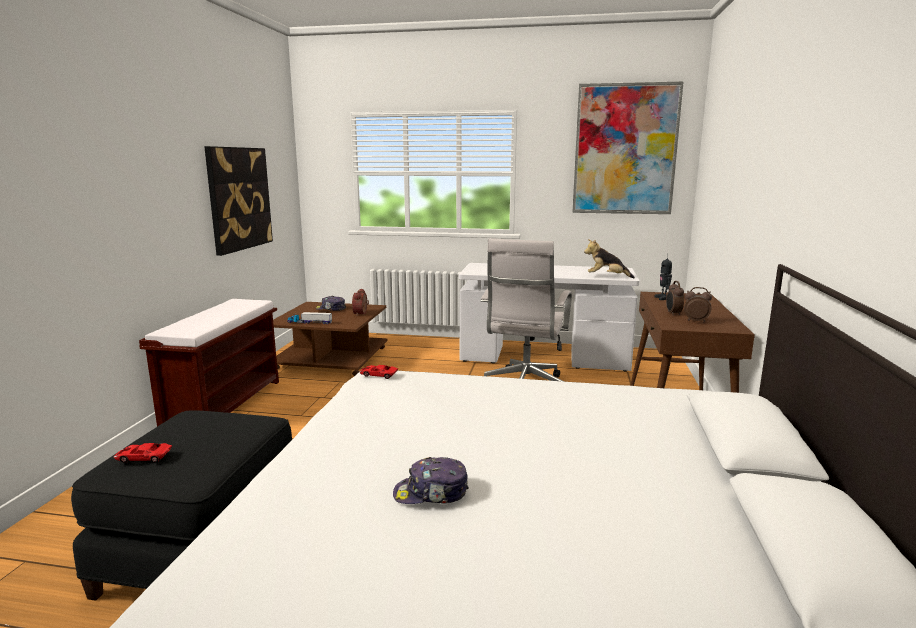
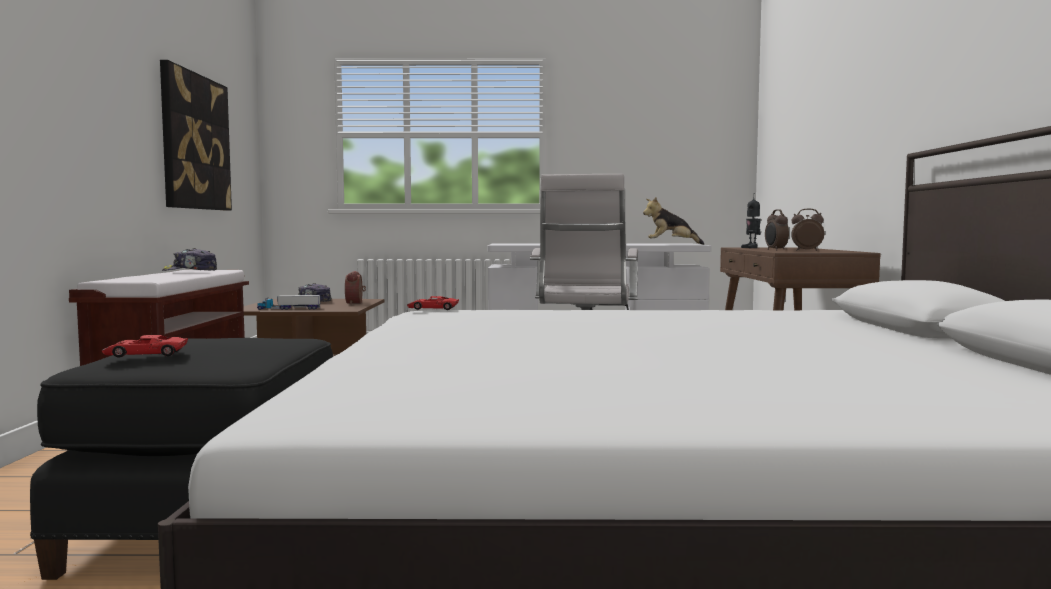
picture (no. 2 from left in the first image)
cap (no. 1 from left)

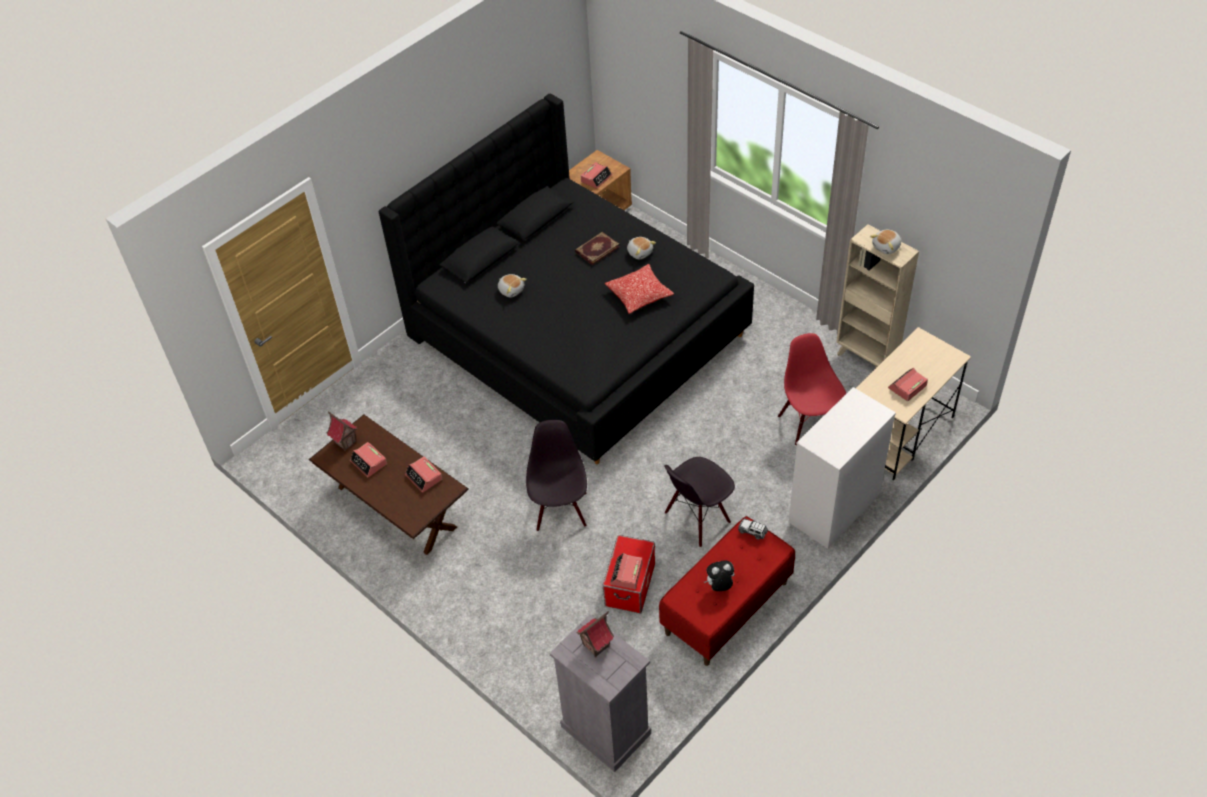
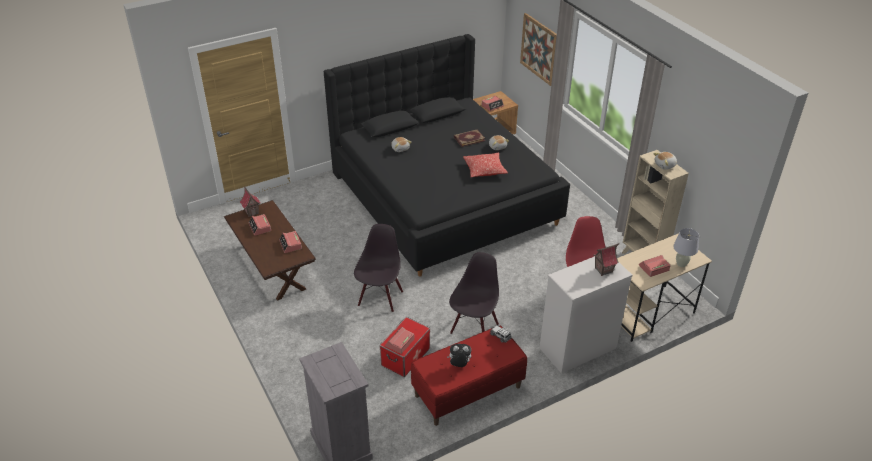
picture
white table lamp
toy house (no. 2 from left)
black chair (no. 2 from left)

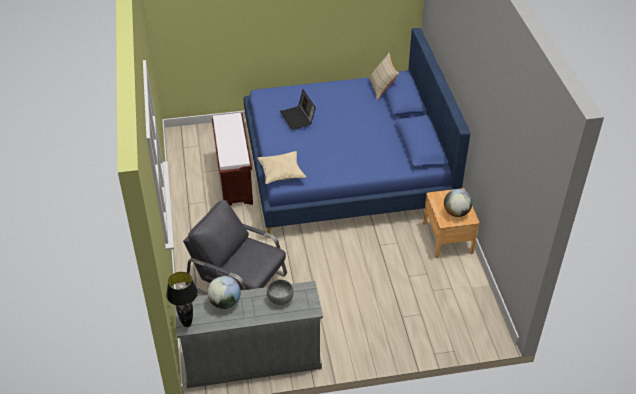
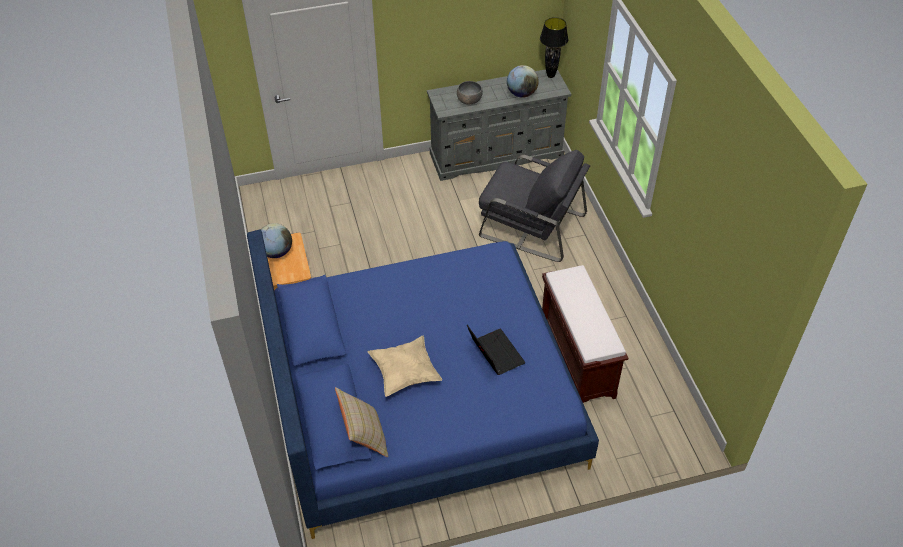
beige pillow (no. 2 from left)

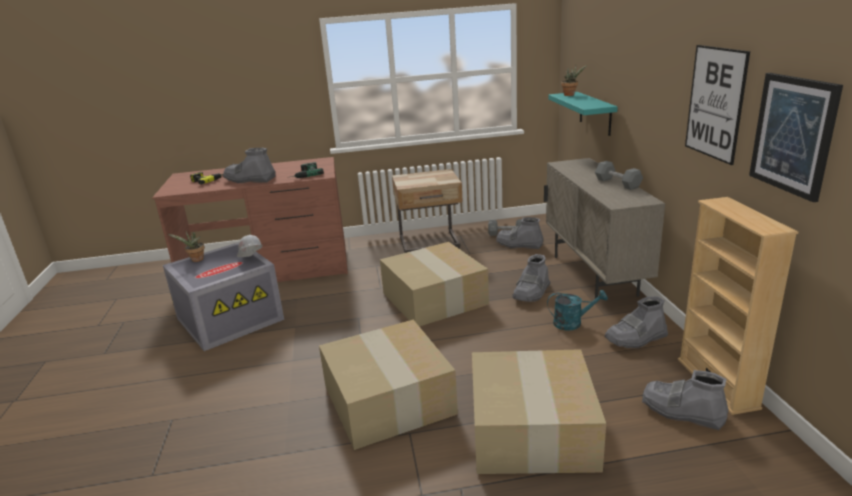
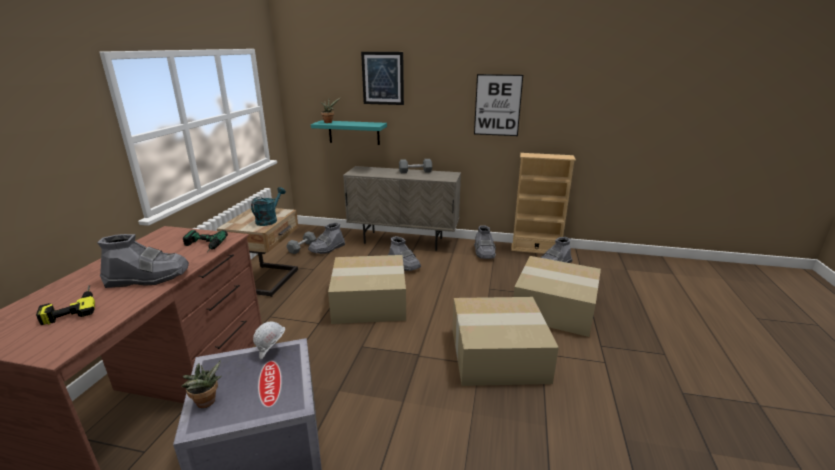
turquoise watering can
picture (no. 1 from left)
grey boot (no. 1 from left)

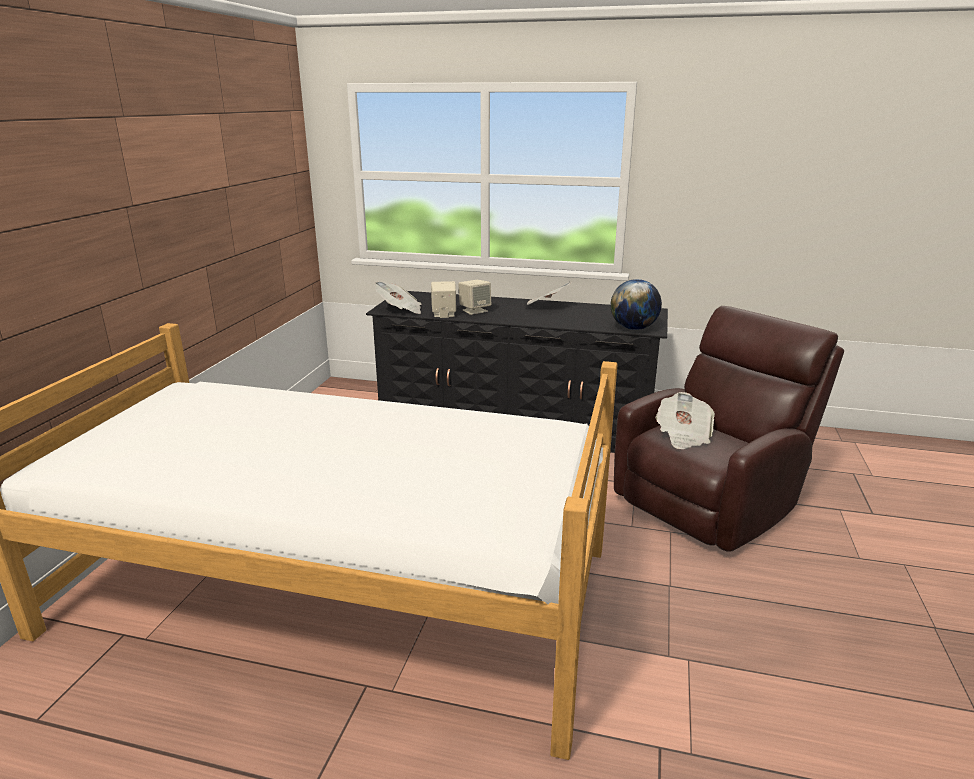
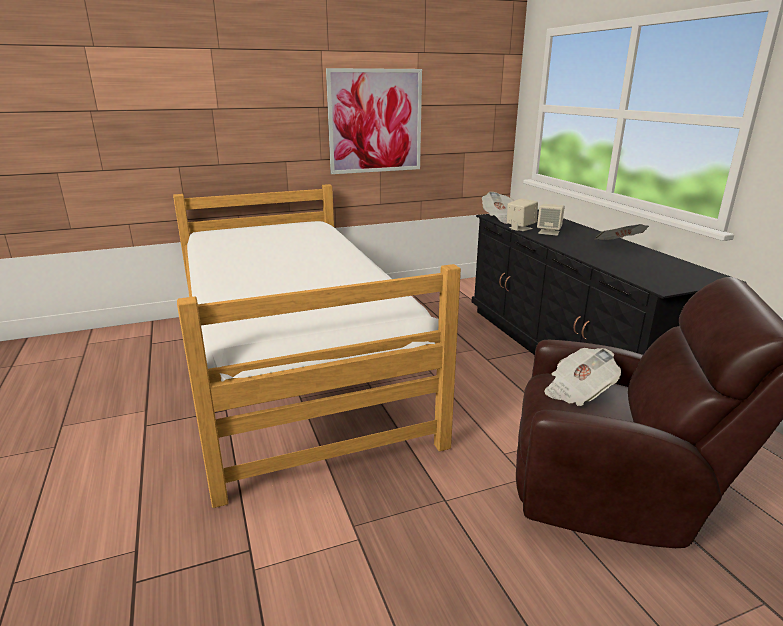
globe
picture

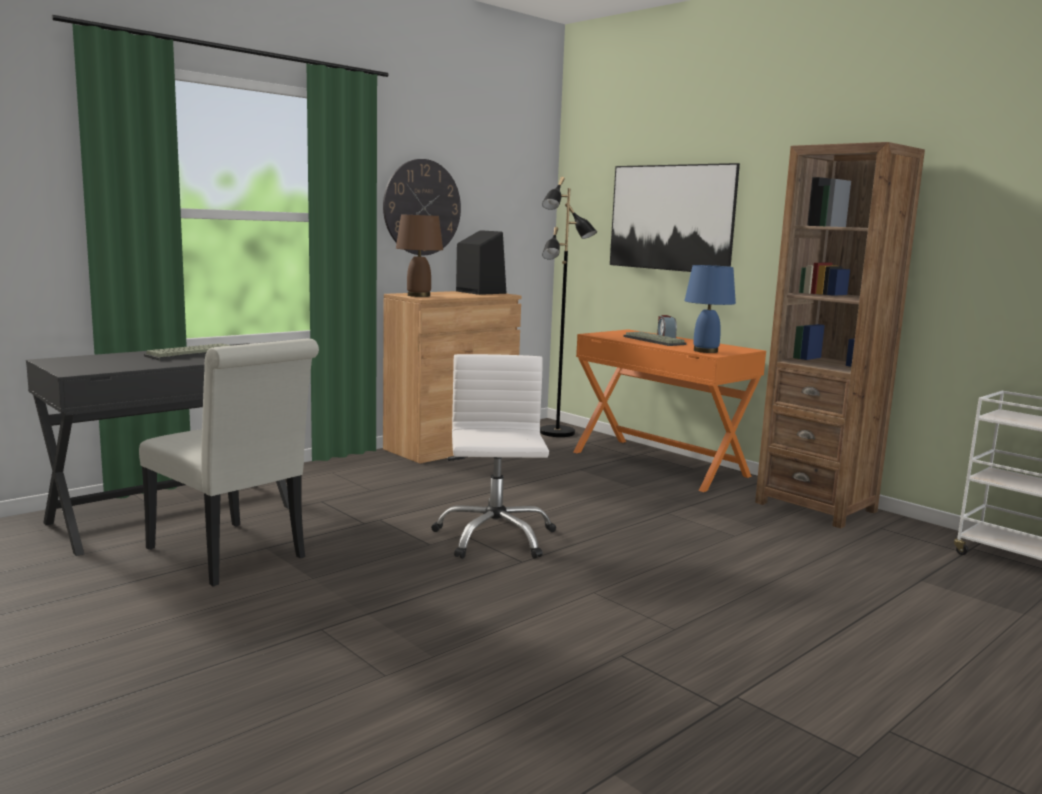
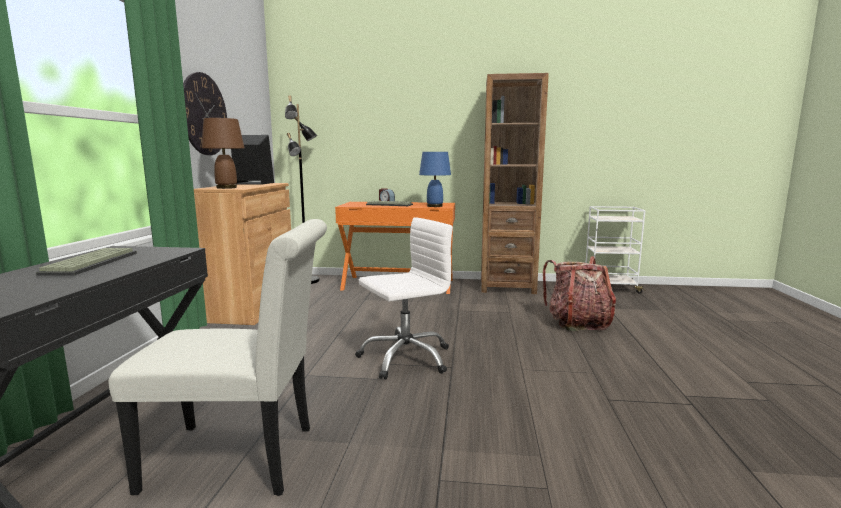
picture
backpack
white office chair

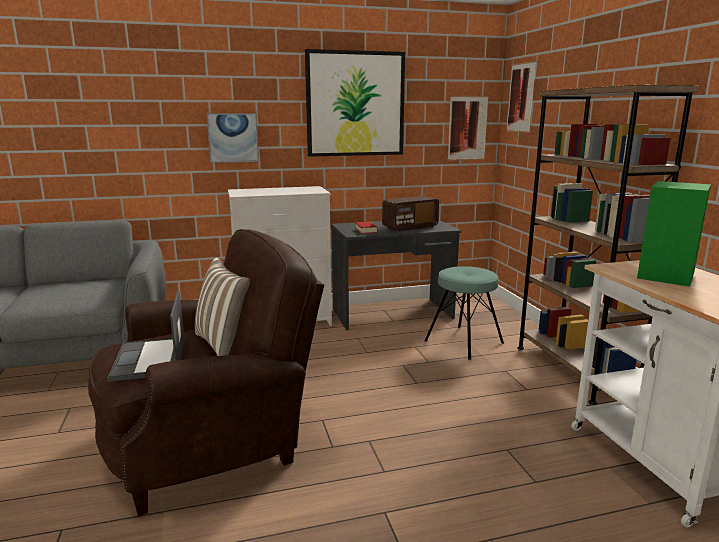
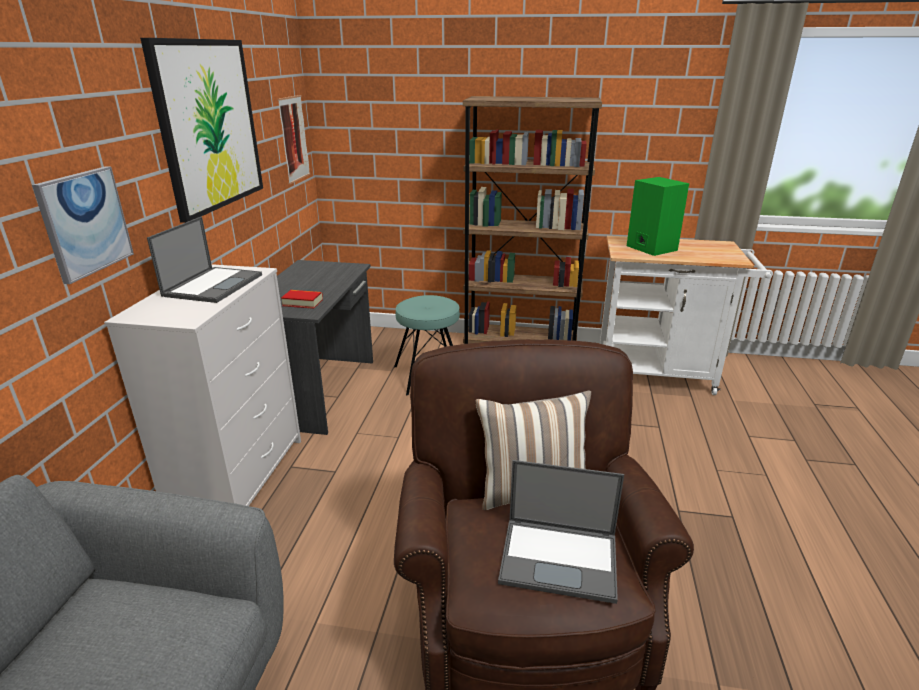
radio
picture (no. 4 from left in the first image)
laptop (no. 1 from left)

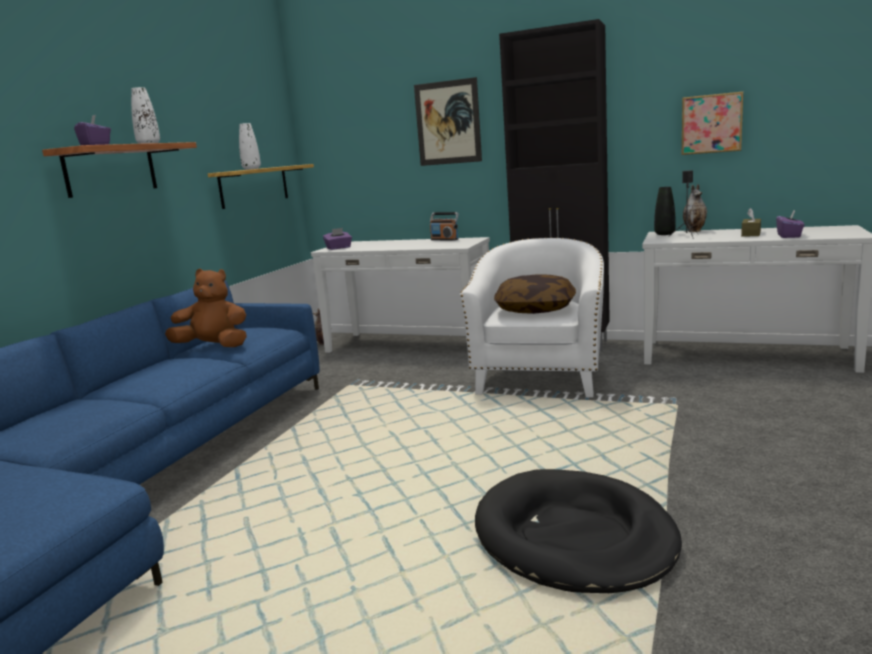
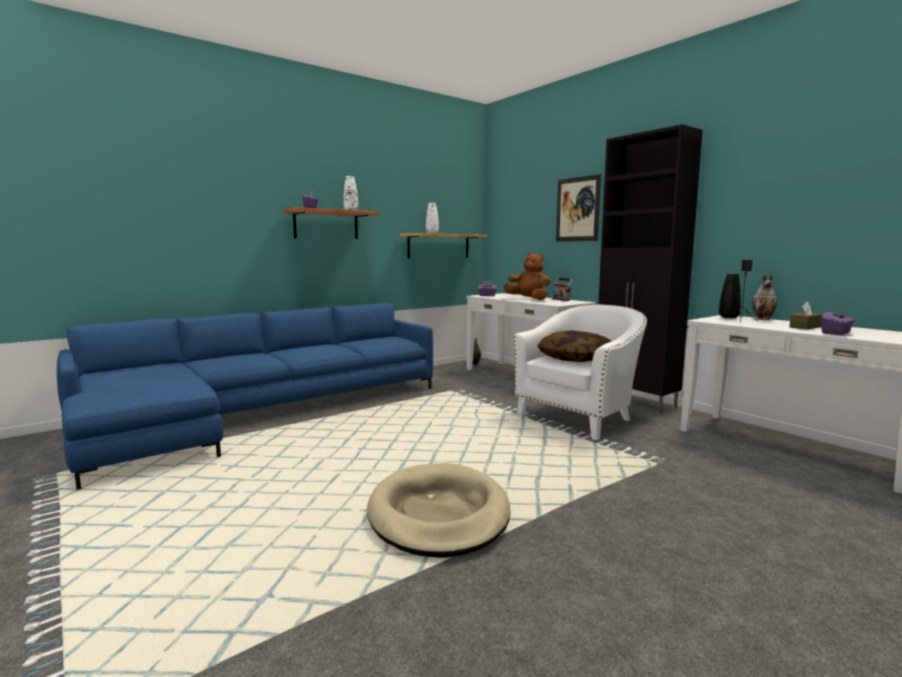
picture (no. 2 from left in the first image)
brown plush toy
beige dog bed

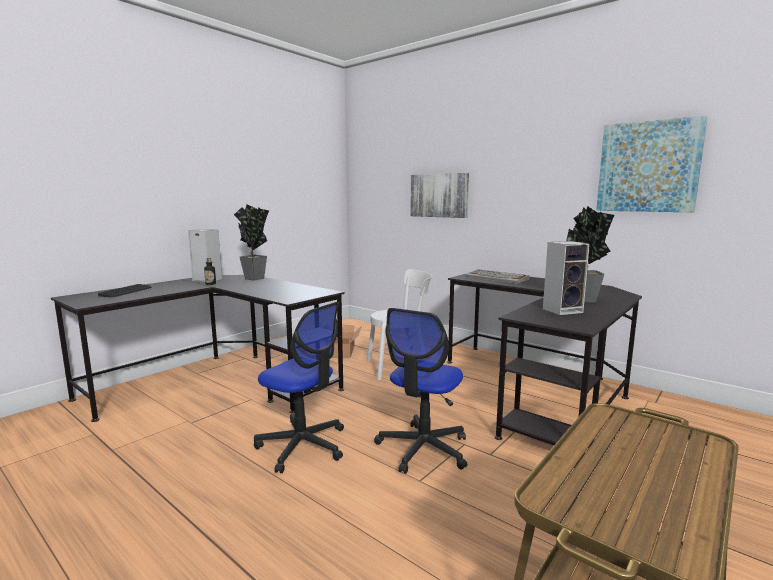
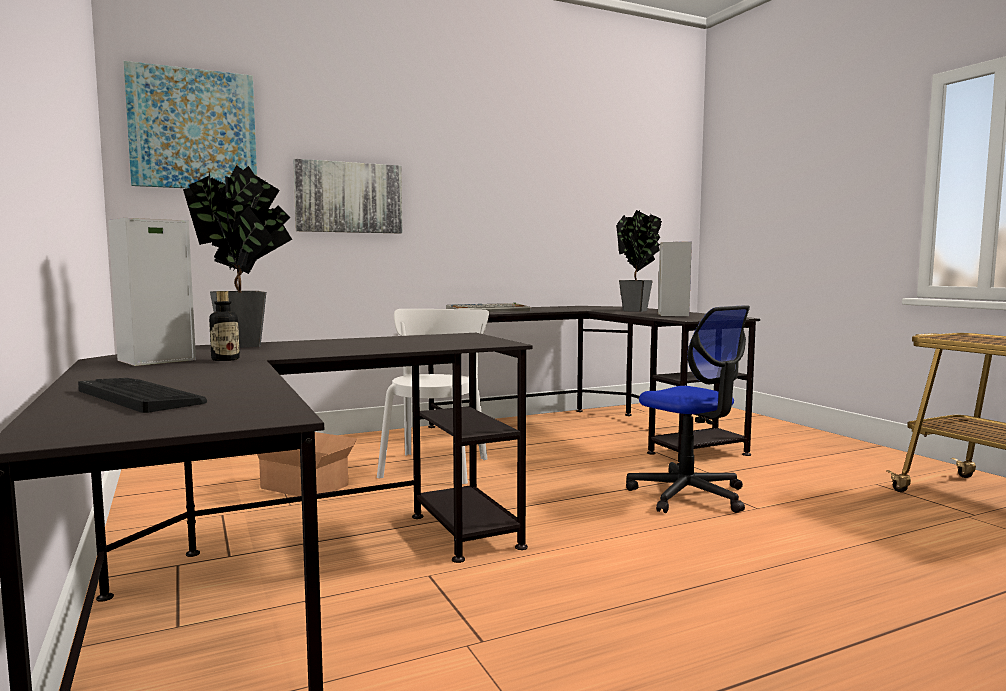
office chair (no. 1 from left in the first image)
picture (no. 1 from left)

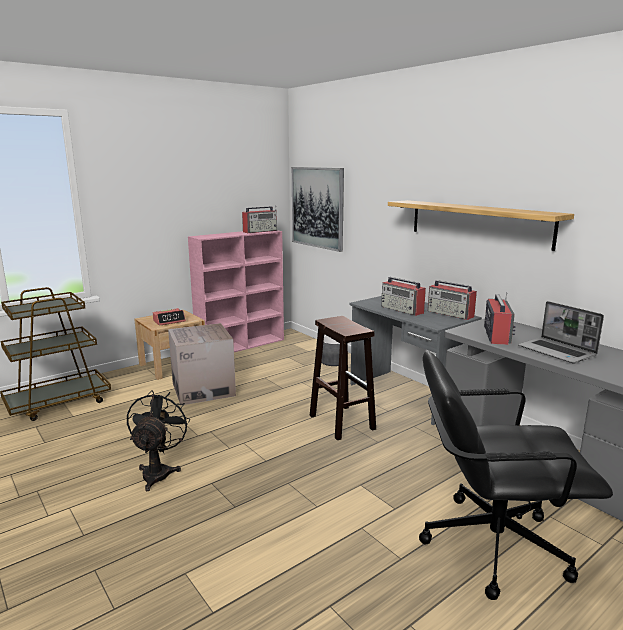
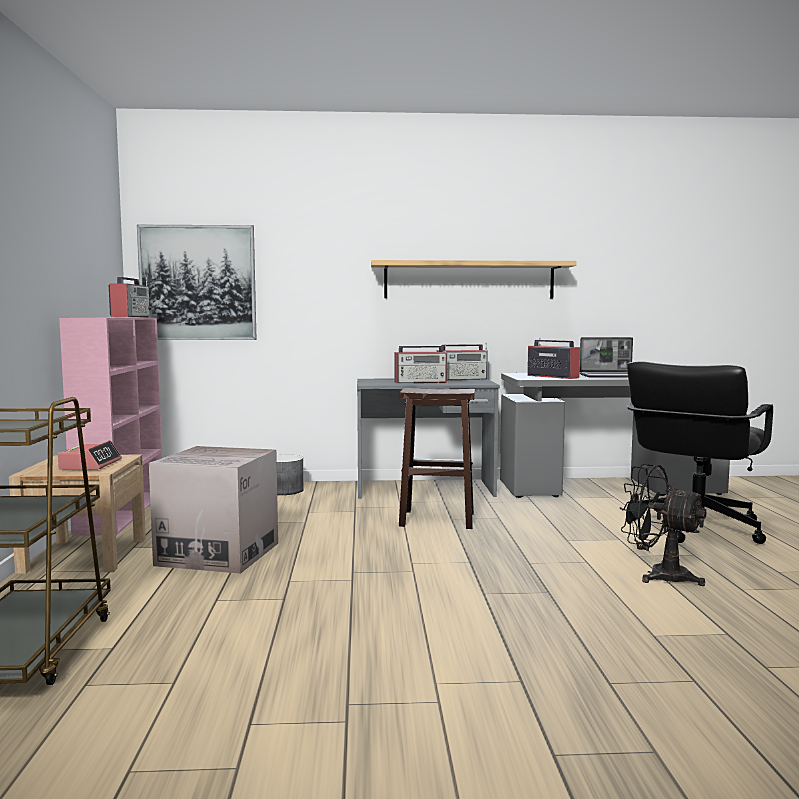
black fan

